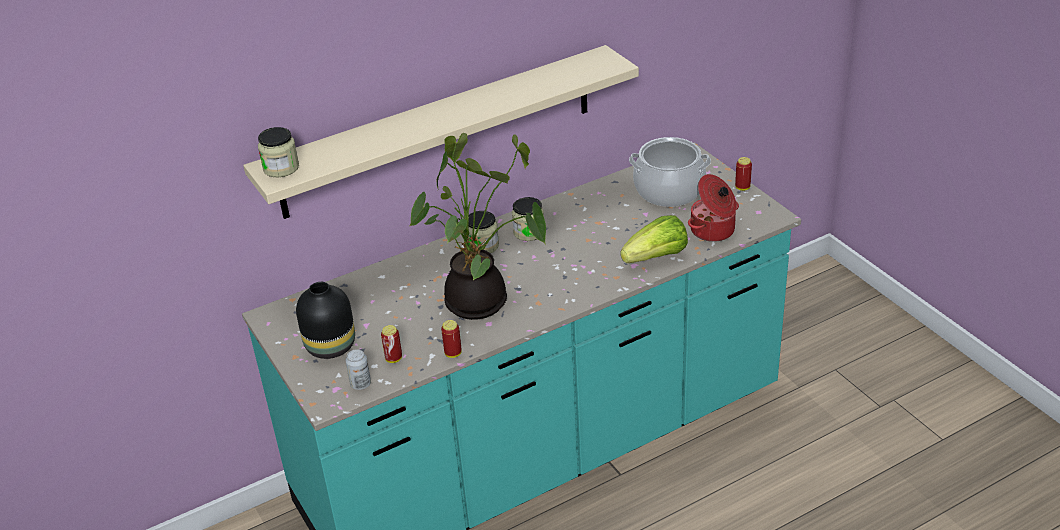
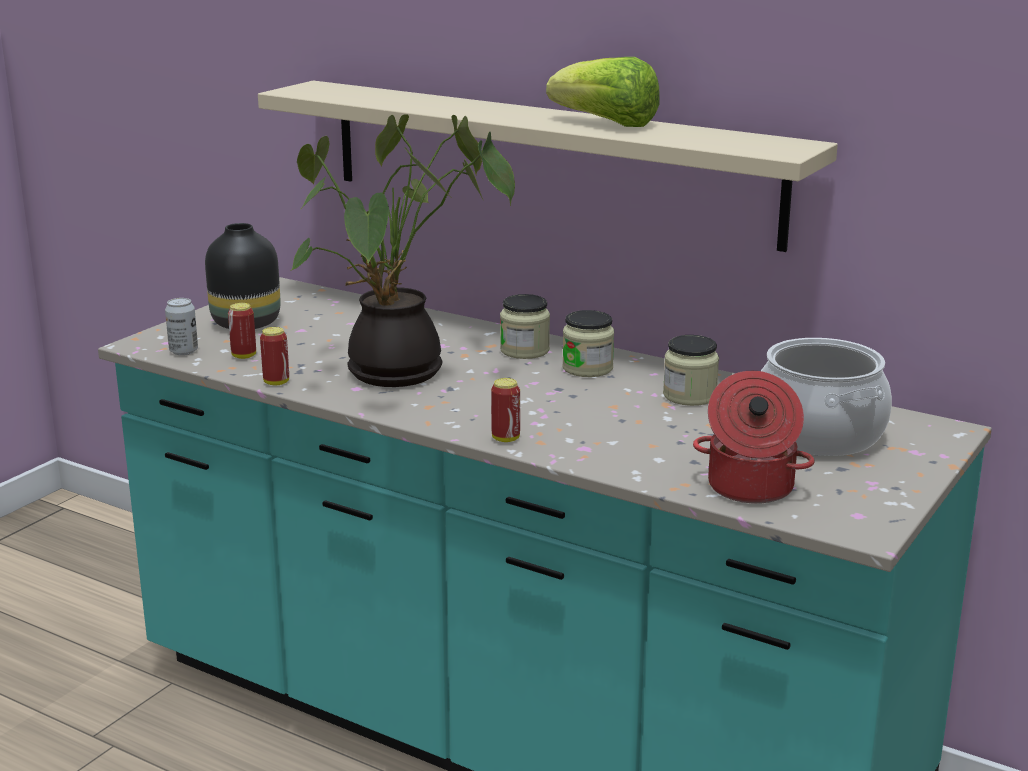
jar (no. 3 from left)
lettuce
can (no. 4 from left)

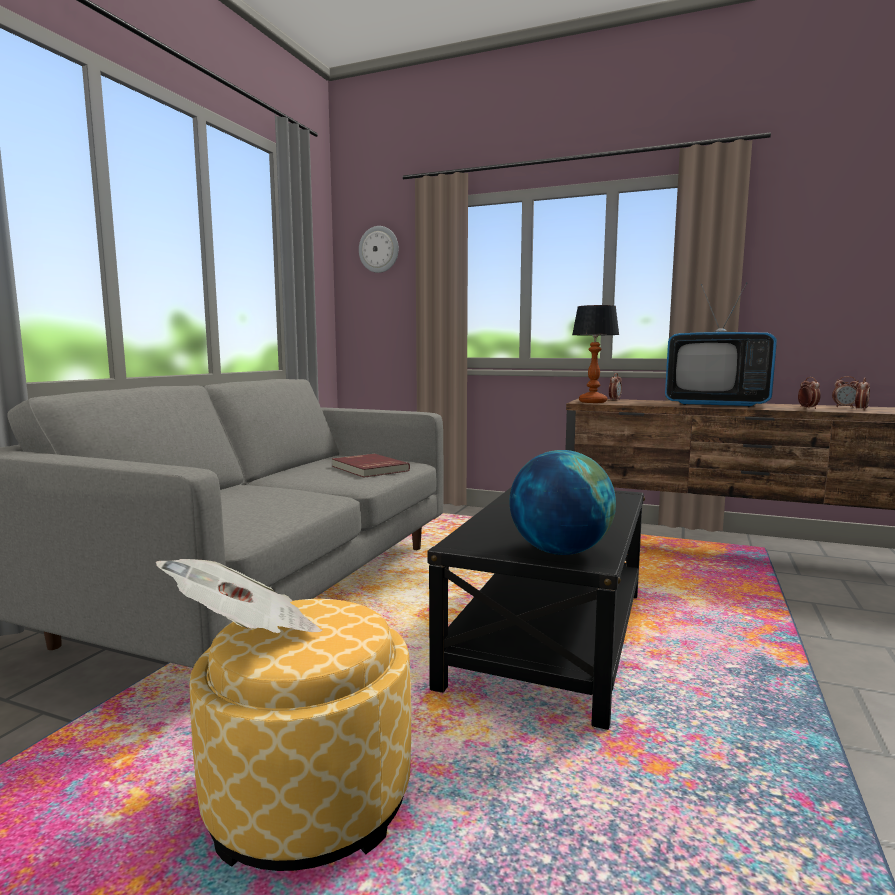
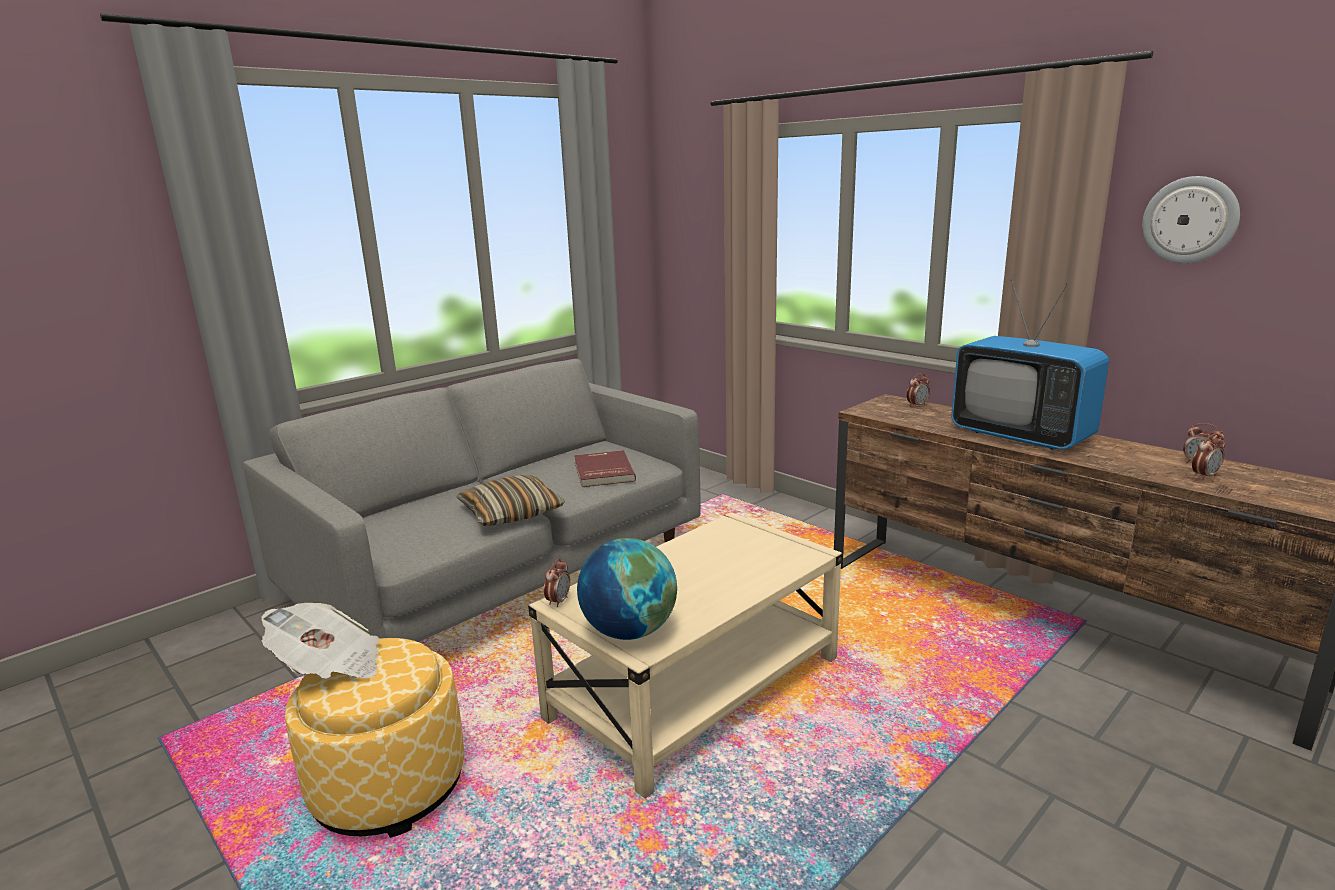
table lamp
pillow
wall clock
alarm clock (no. 1 from left)
beige coffee table

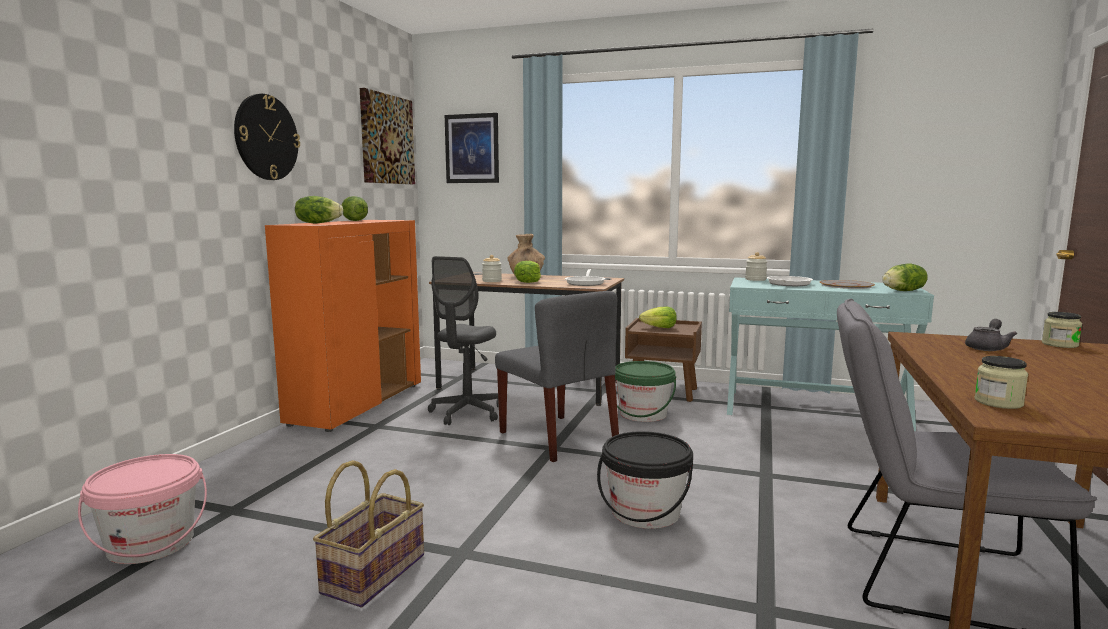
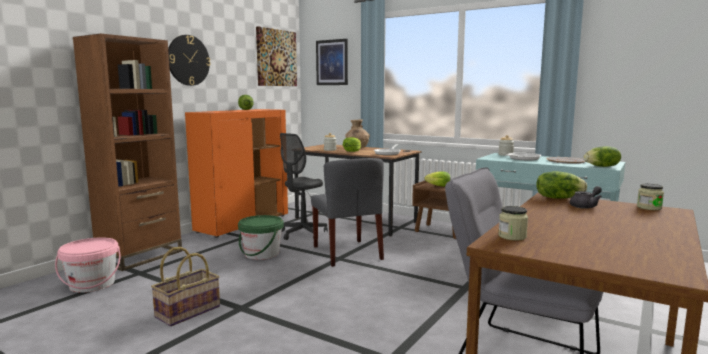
black bucket
brown bookcase
lettuce (no. 4 from left)
green bucket

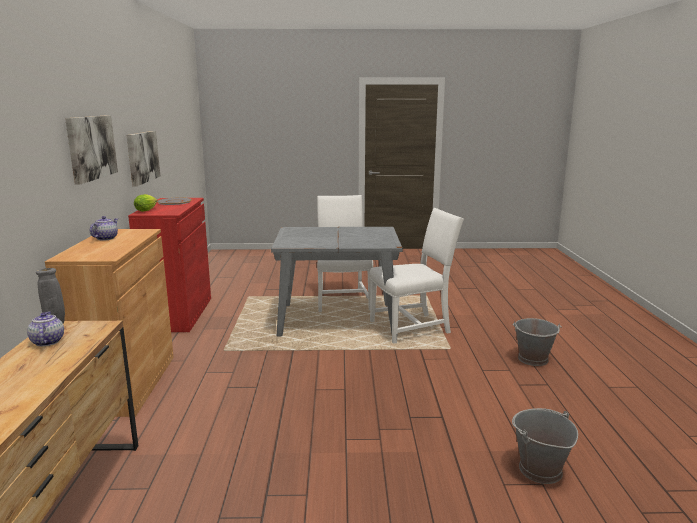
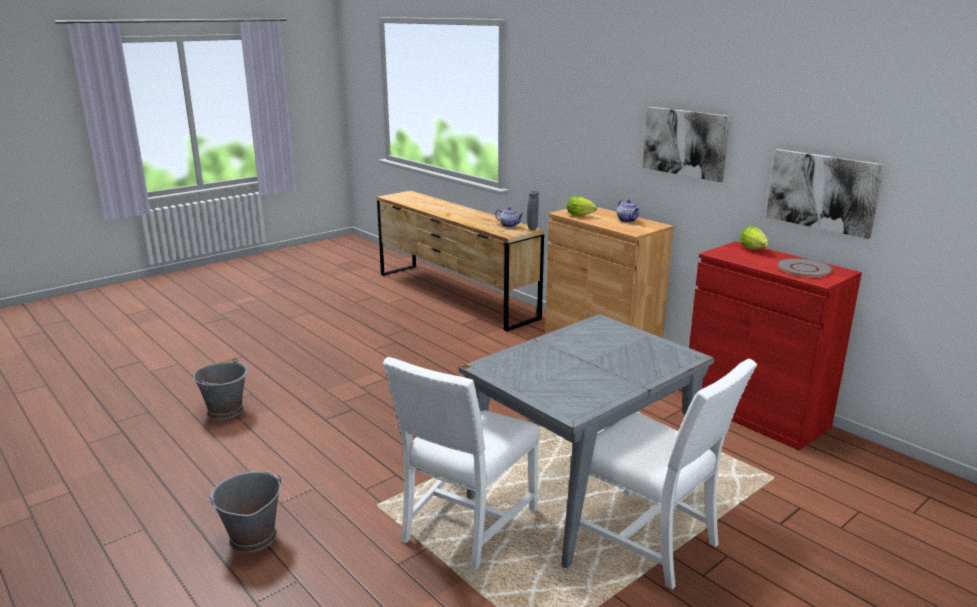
lettuce (no. 1 from left)

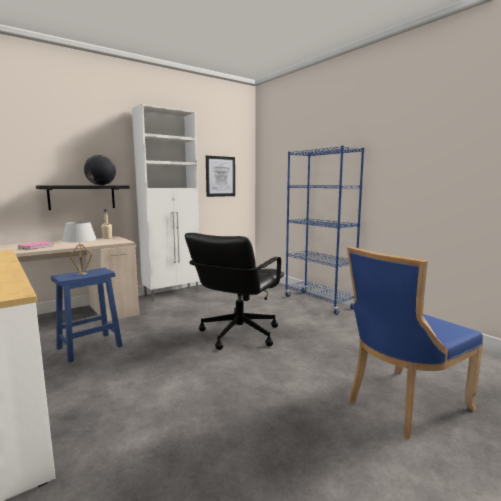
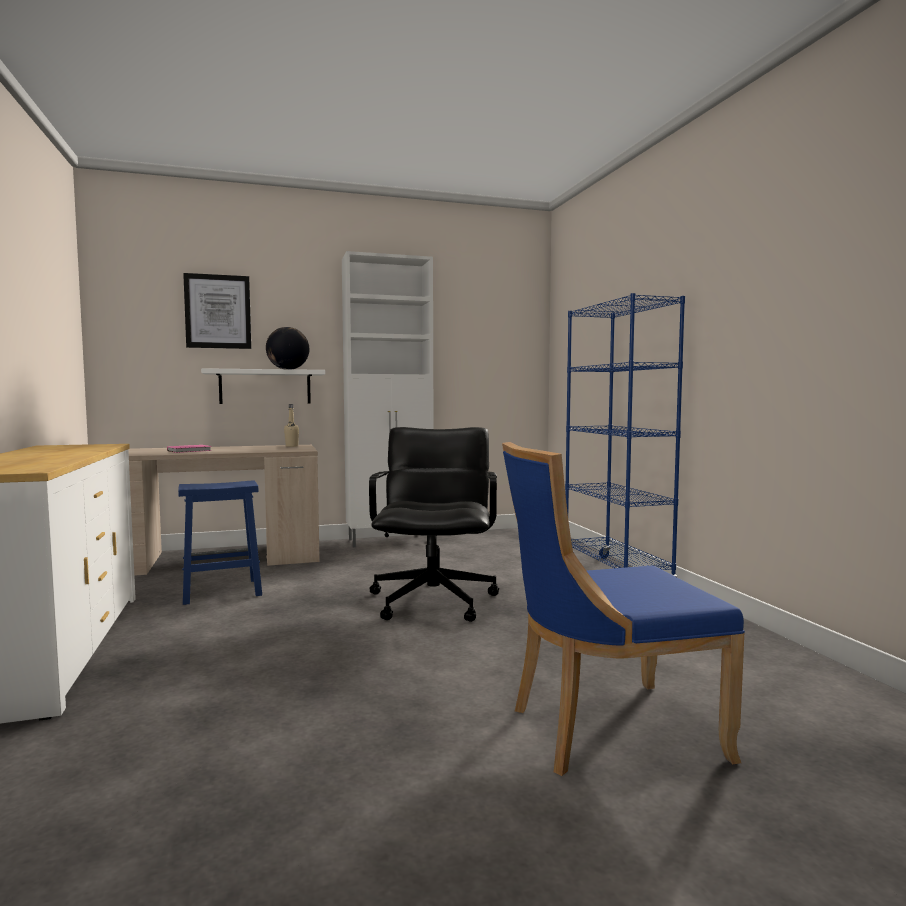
white table lamp
picture
white shelf
black office chair

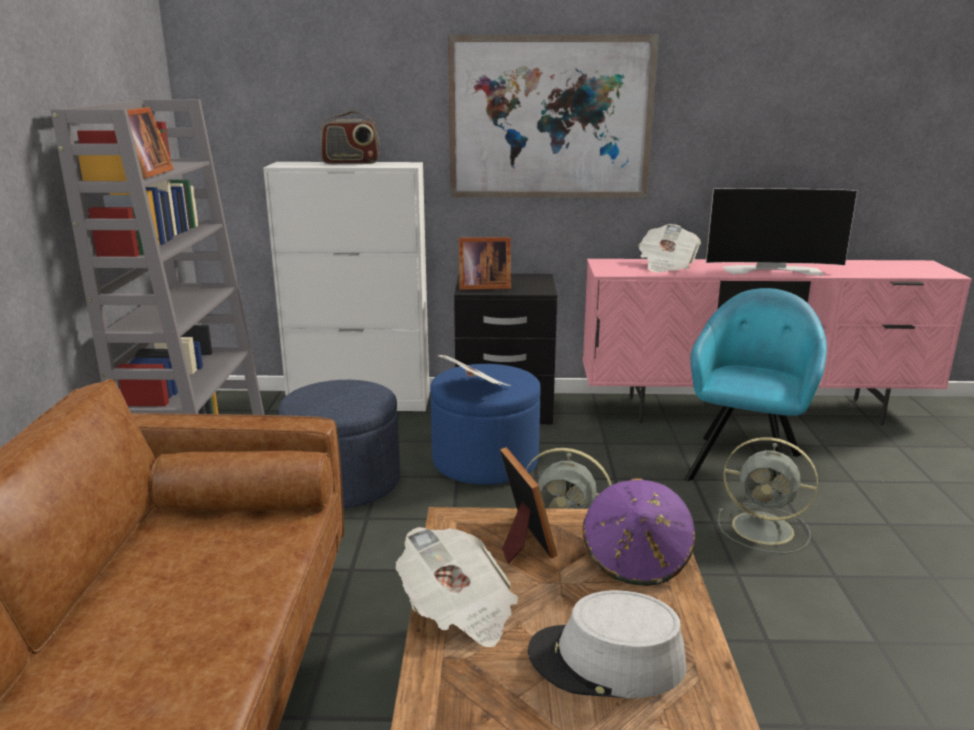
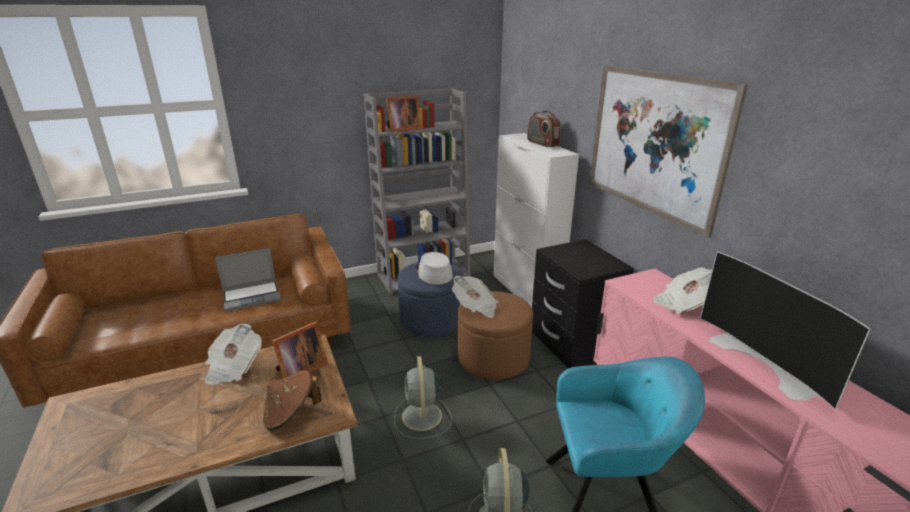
picture frame (no. 2 from left in the first image)
laptop
grey hat
brown ottoman
brown hat

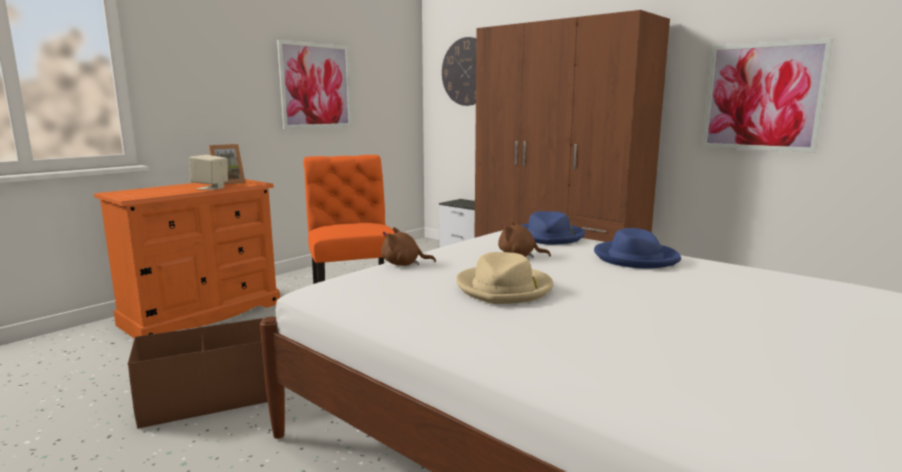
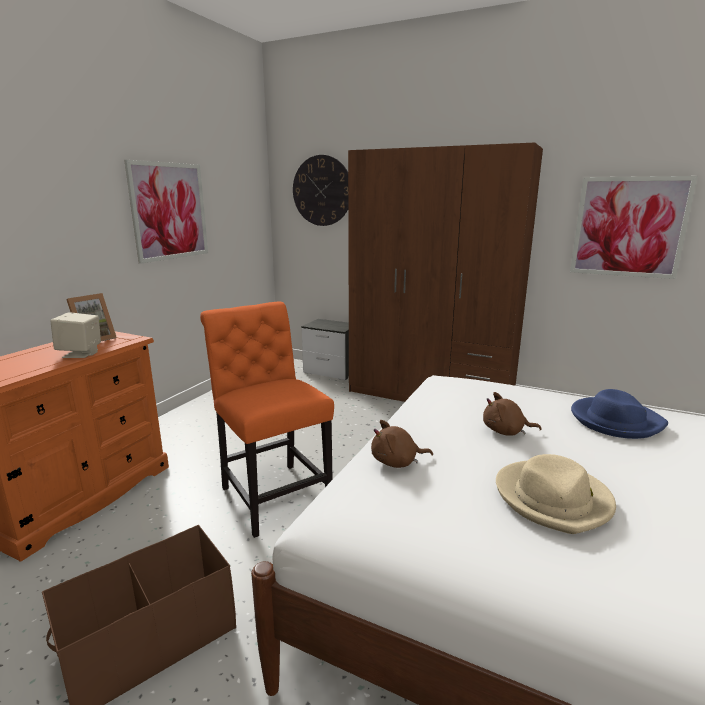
blue hat (no. 1 from left in the first image)

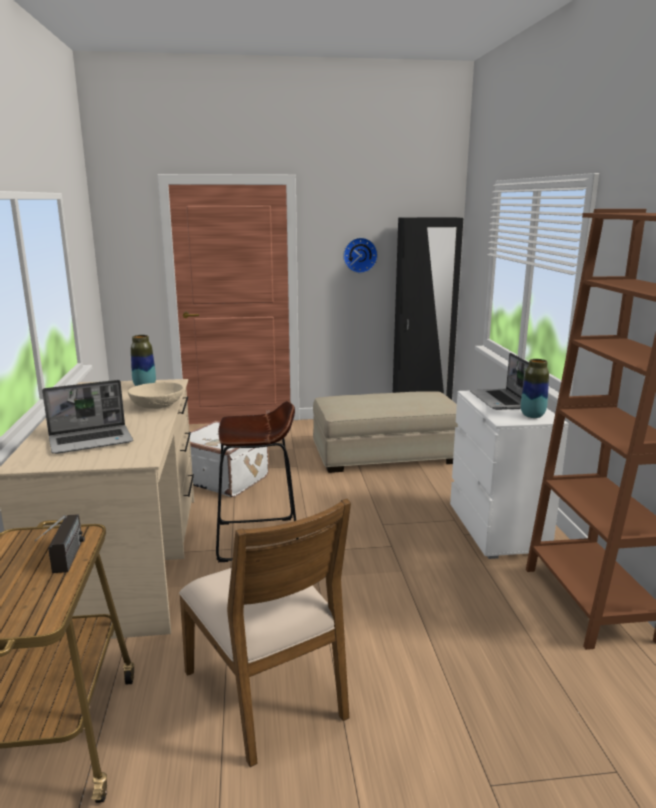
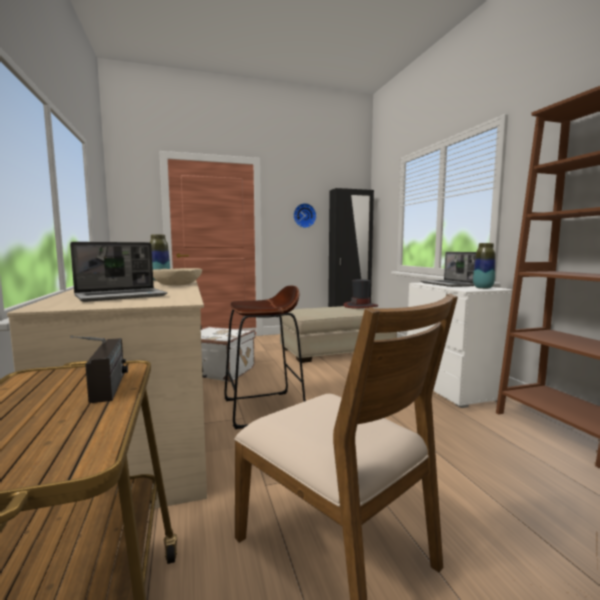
hat

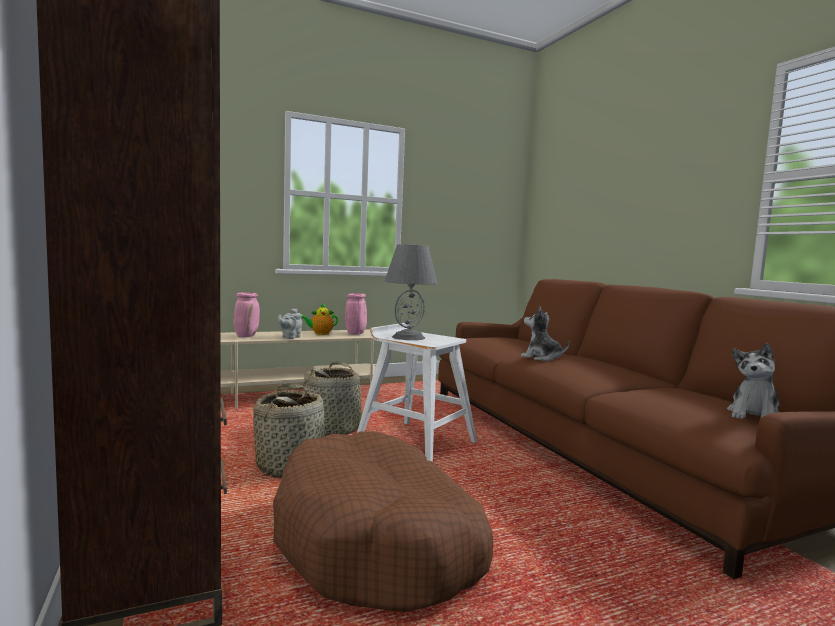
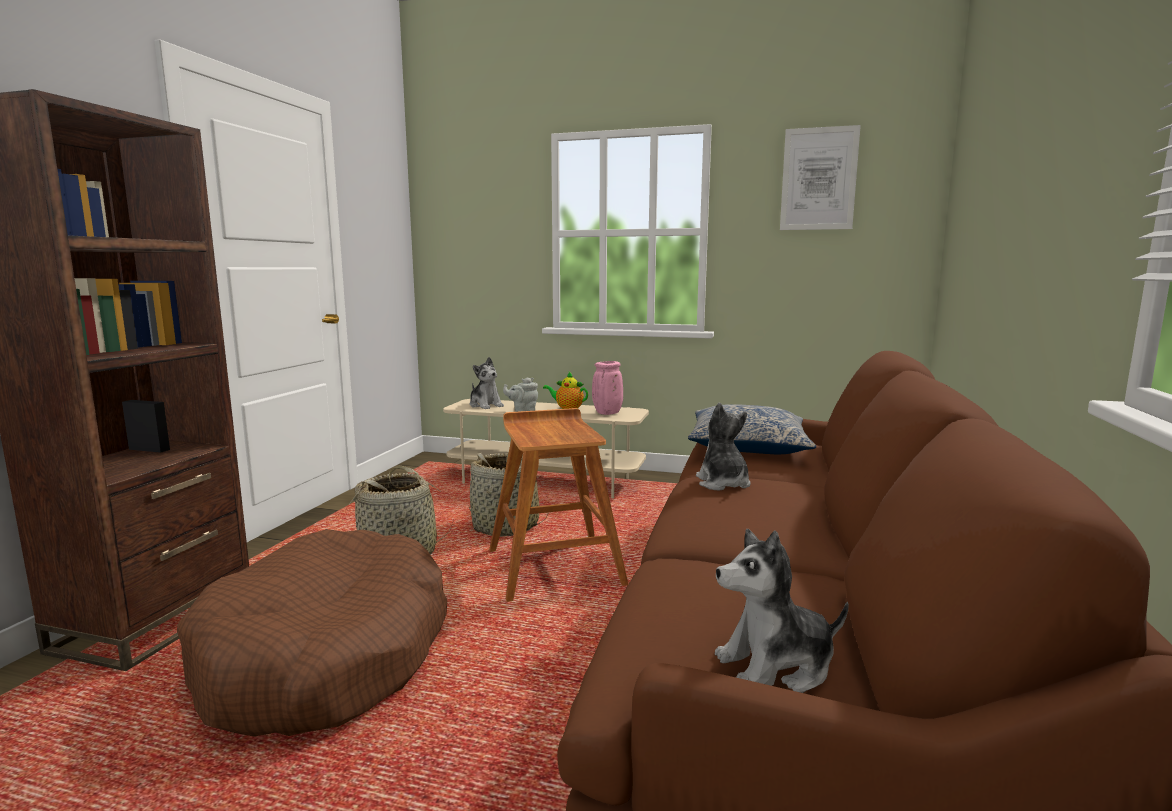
grey table lamp
pillow
picture
plush toy (no. 1 from left)
brown stool

